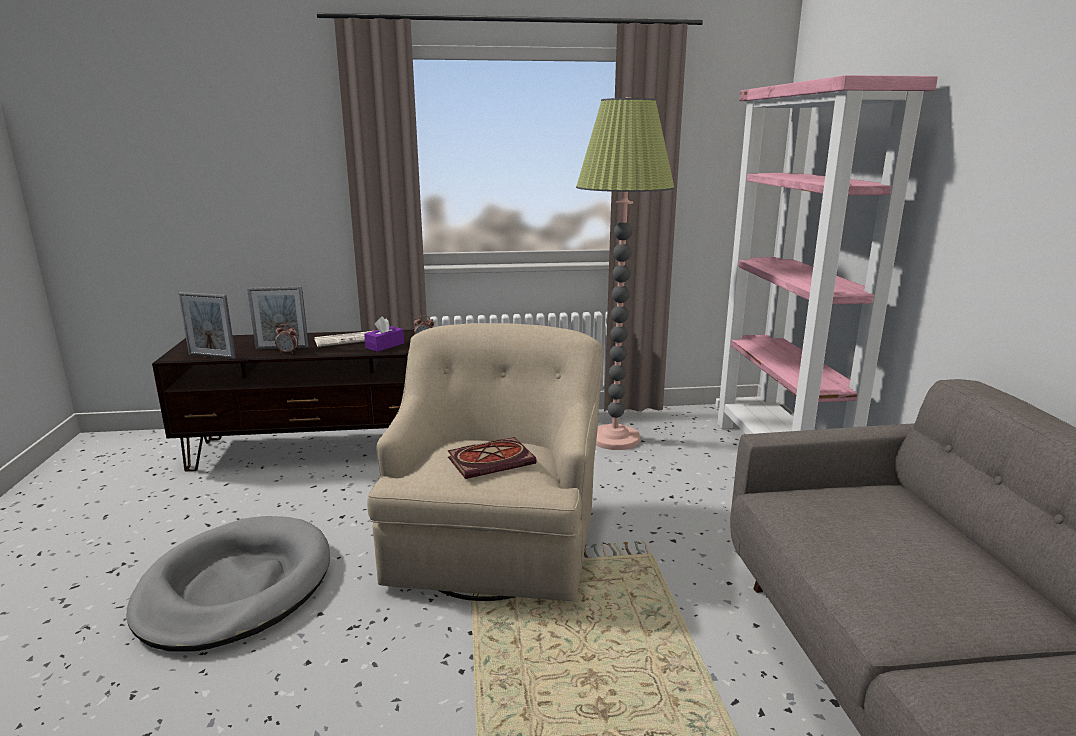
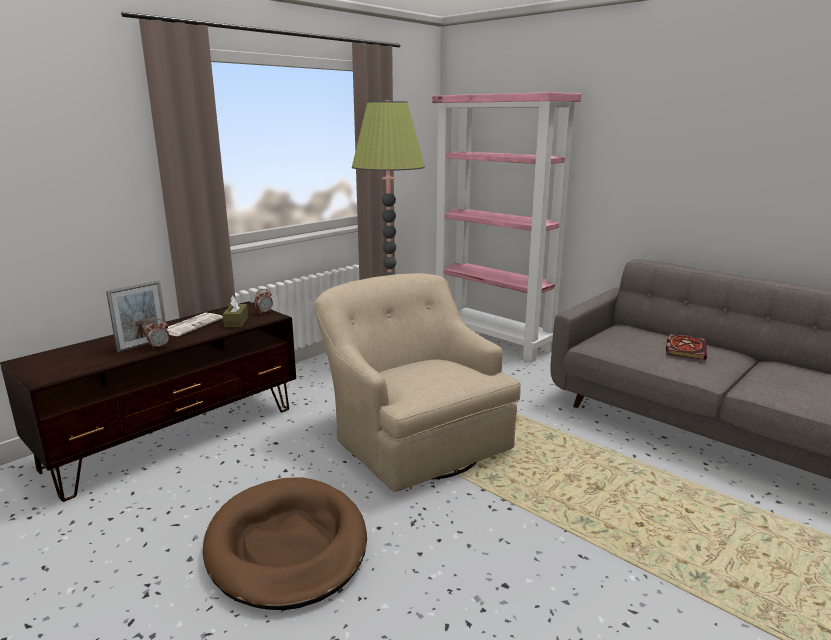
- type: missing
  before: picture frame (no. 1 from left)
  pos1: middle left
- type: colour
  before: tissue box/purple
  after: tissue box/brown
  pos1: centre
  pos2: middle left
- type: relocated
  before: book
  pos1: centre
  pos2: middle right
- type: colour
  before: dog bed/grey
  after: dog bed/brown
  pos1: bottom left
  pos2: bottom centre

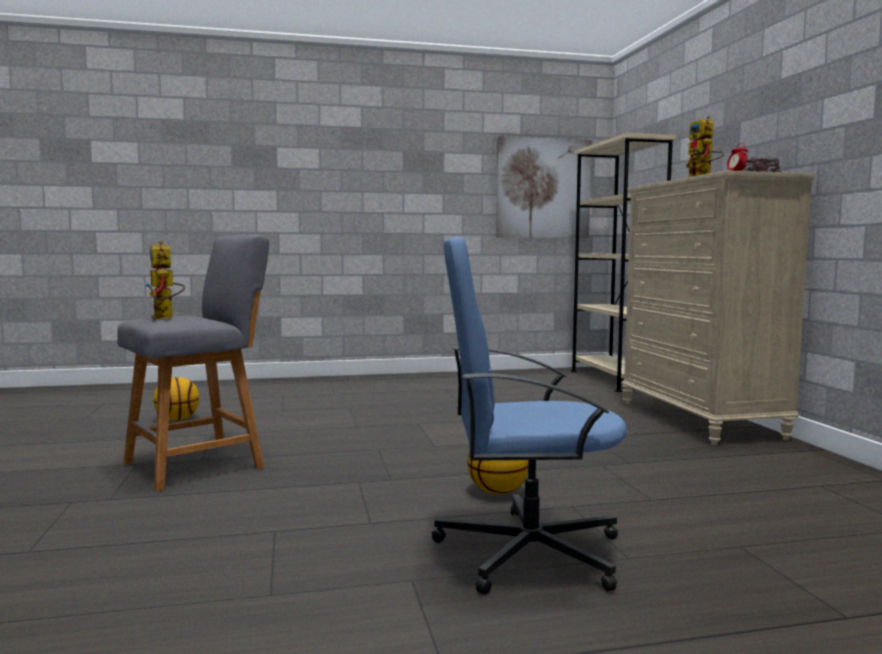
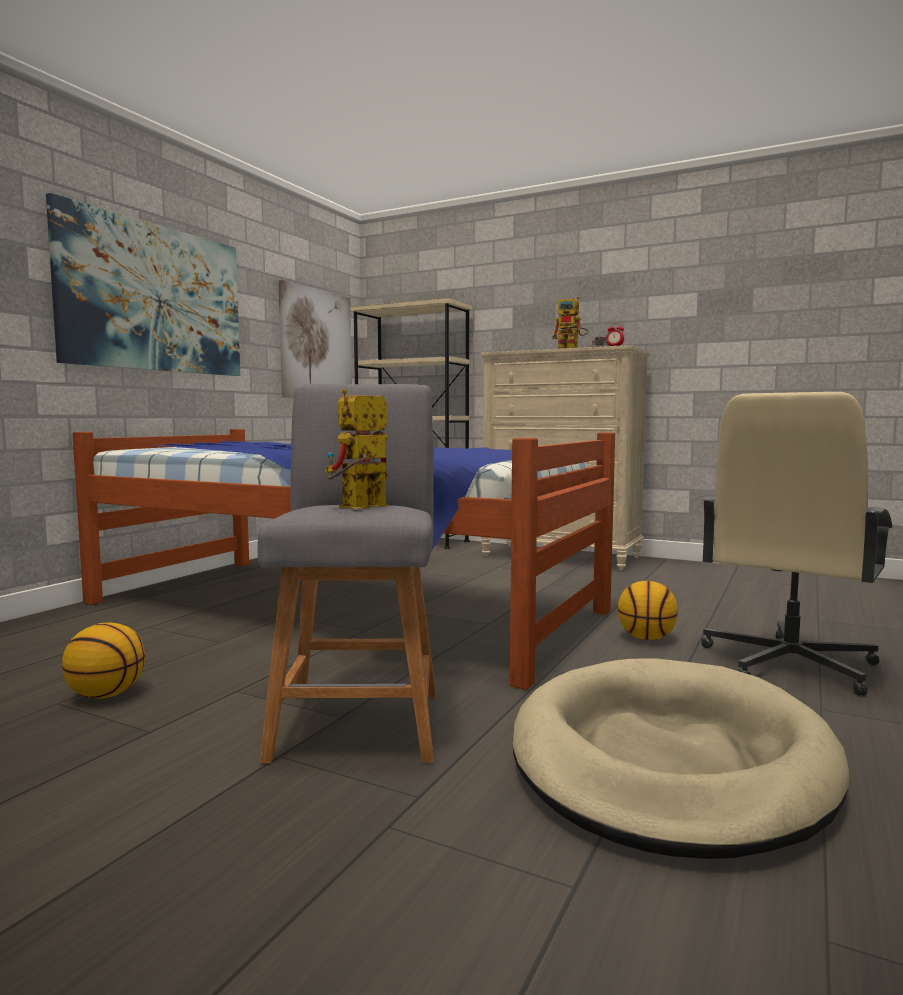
- type: colour
  before: office chair/blue
  after: office chair/beige
  pos1: centre
  pos2: middle right
- type: spun
  before: toy robot (no. 1 from left)
  pos1: middle left
  pos2: centre
  turn: 120
- type: appeared
  after: picture (no. 1 from left)
  pos2: top left
- type: appeared
  after: bed
  pos2: centre
- type: appeared
  after: dog bed/beige
  pos2: bottom right

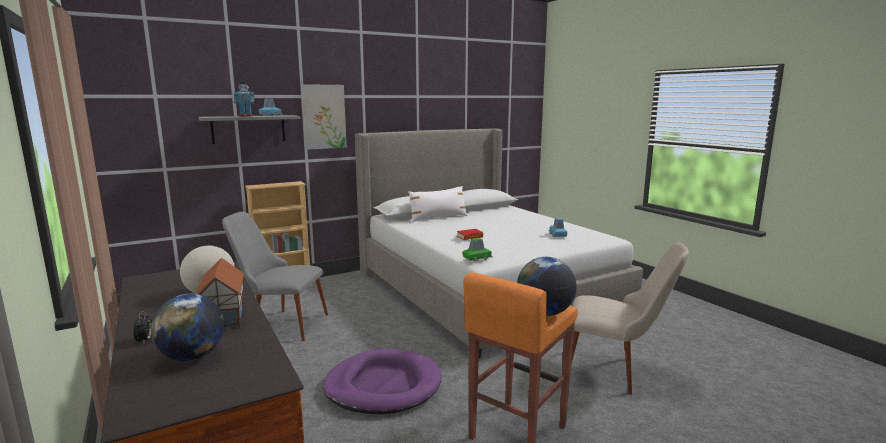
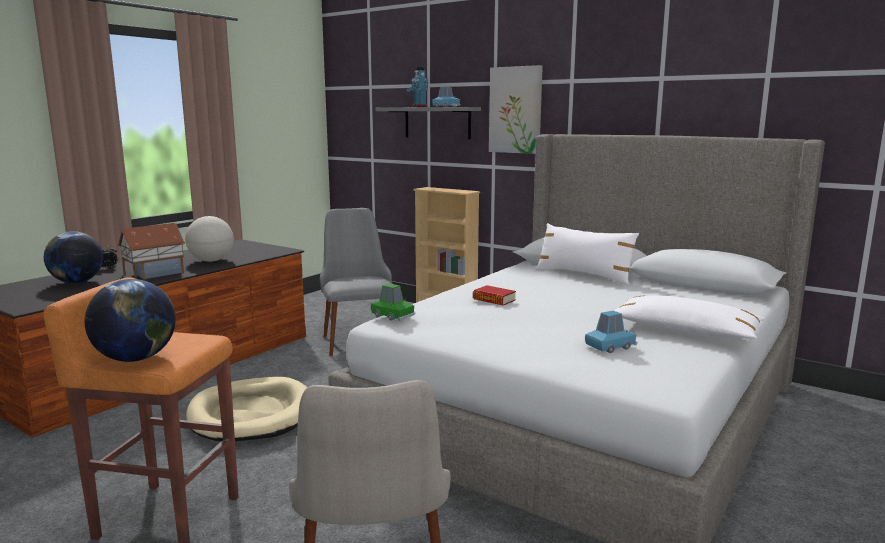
- type: colour
  before: dog bed/purple
  after: dog bed/beige
  pos1: bottom centre
  pos2: bottom left
- type: appeared
  after: pillow/white (no. 2 from left)
  pos2: middle right

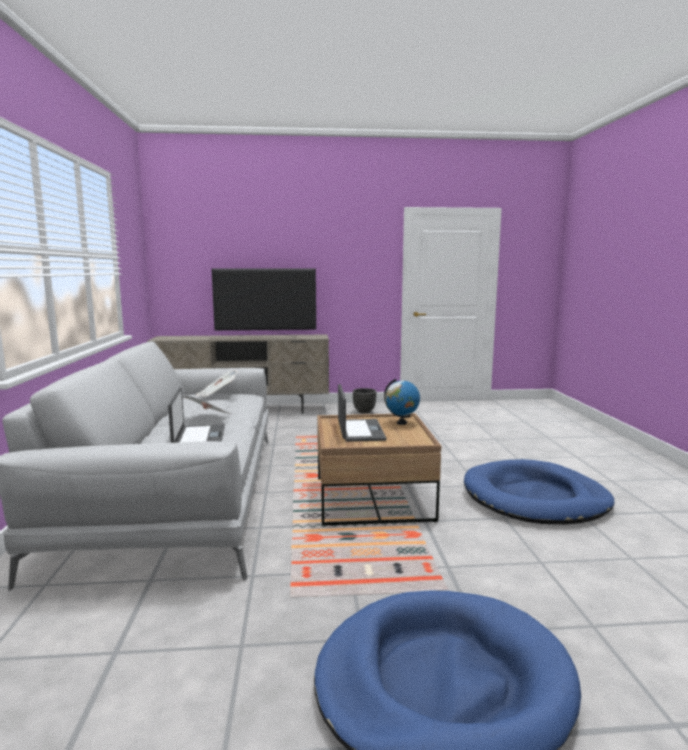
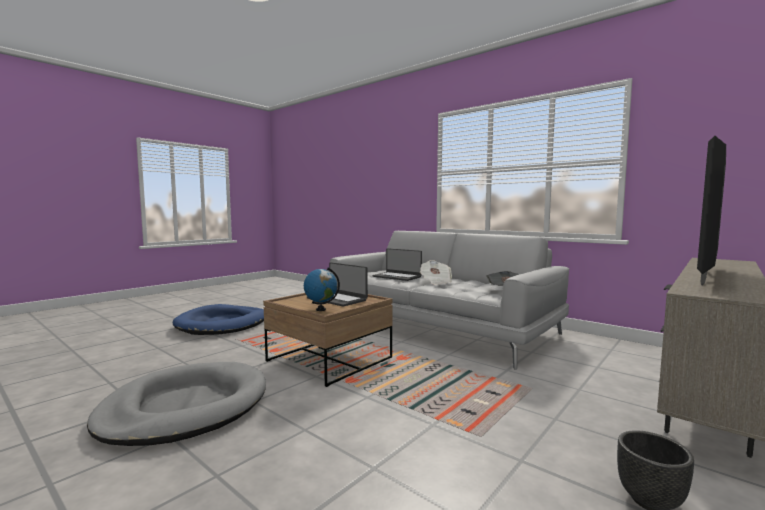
- type: colour
  before: dog bed/blue (no. 2 from left)
  after: dog bed/grey
  pos1: middle right
  pos2: bottom left

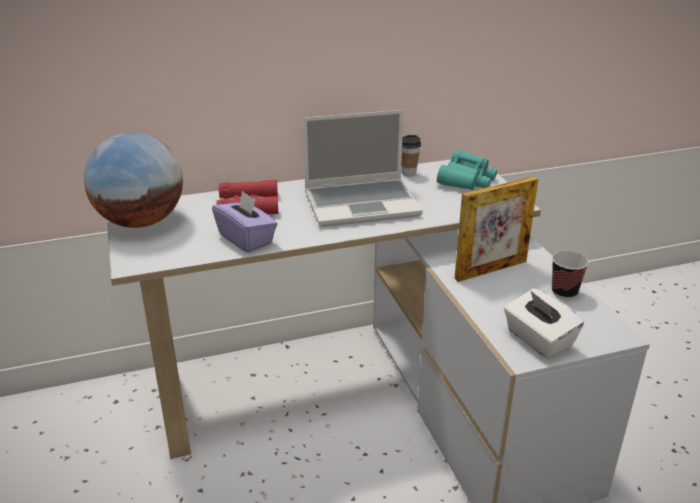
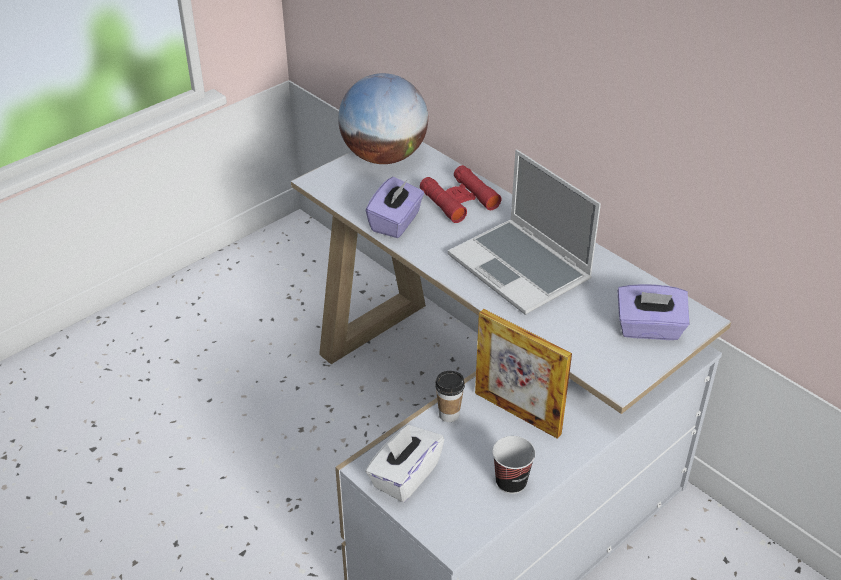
- type: relocated
  before: cup (no. 1 from left)
  pos1: top centre
  pos2: bottom centre
- type: exchanged
  before: binoculars/turquoise
  after: tissue box/purple (no. 2 from left)
  pos1: middle right
  pos2: middle right

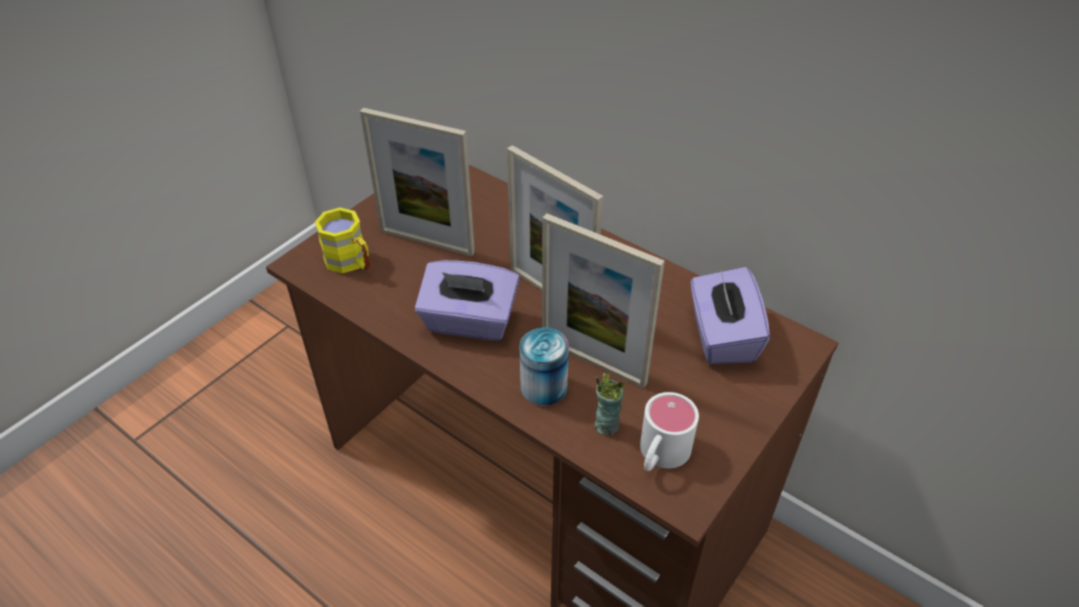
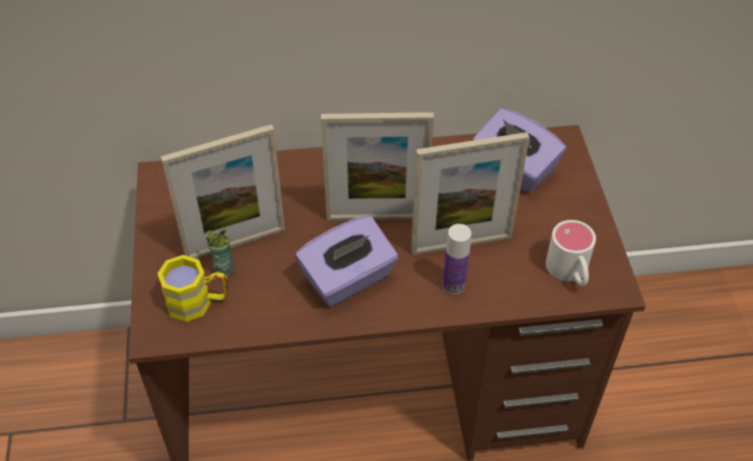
- type: exchanged
  before: can
  after: bottle
  pos1: centre
  pos2: centre
- type: relocated
  before: cup
  pos1: centre
  pos2: middle left

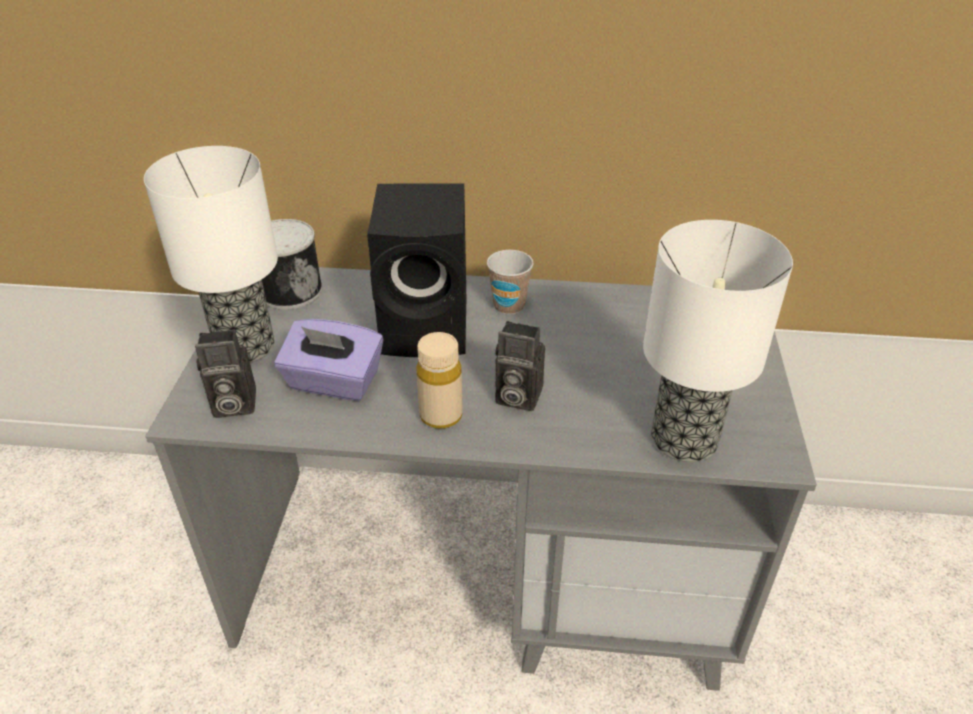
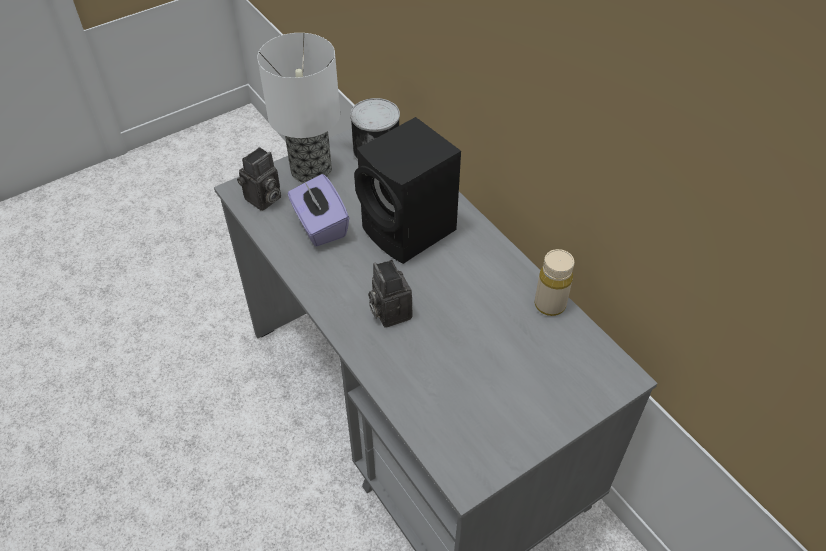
- type: missing
  before: table lamp (no. 2 from left)
  pos1: middle right
- type: missing
  before: cup
  pos1: centre
- type: spun
  before: photo camera (no. 1 from left)
  pos1: middle left
  pos2: top left
  turn: -90
- type: relocated
  before: bottle/beige
  pos1: centre
  pos2: middle right

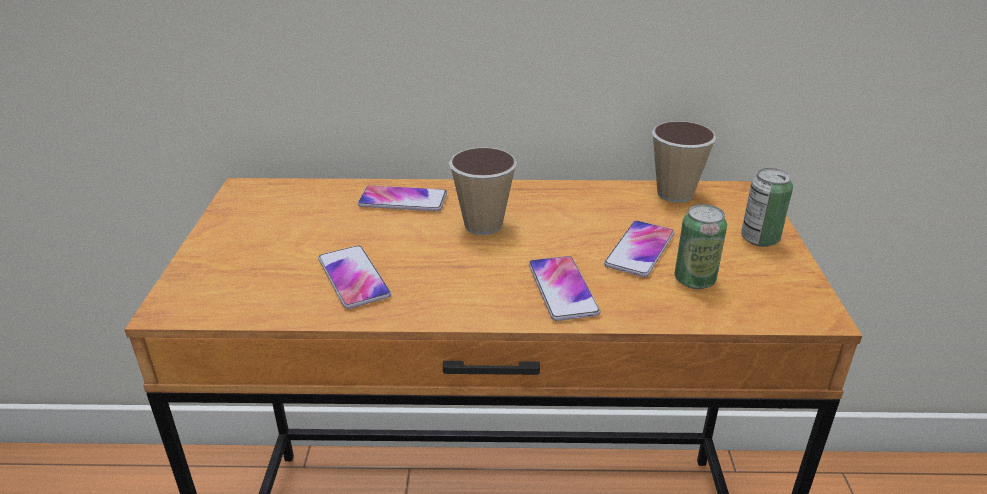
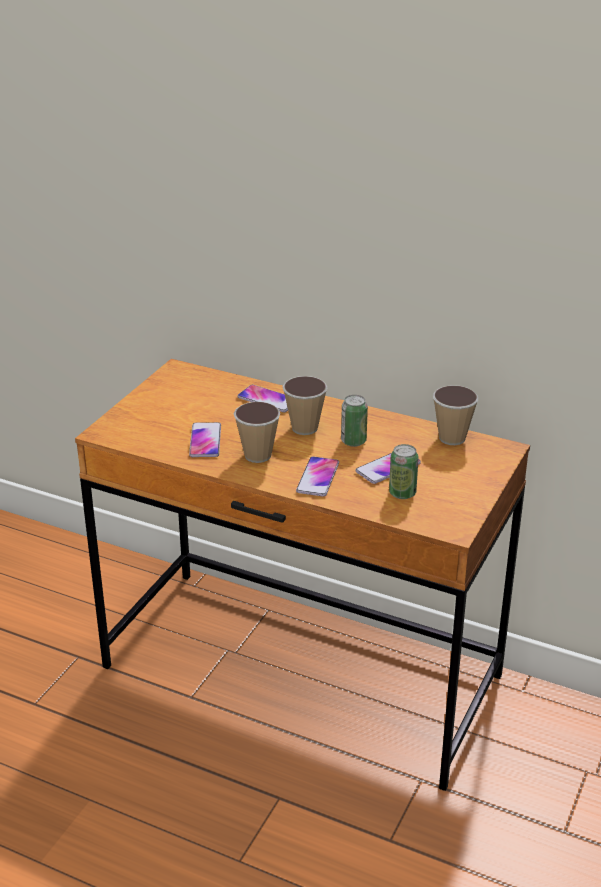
- type: relocated
  before: can (no. 2 from left in the first image)
  after: can (no. 1 from left)
  pos1: middle right
  pos2: centre
- type: appeared
  after: cup (no. 1 from left)
  pos2: centre

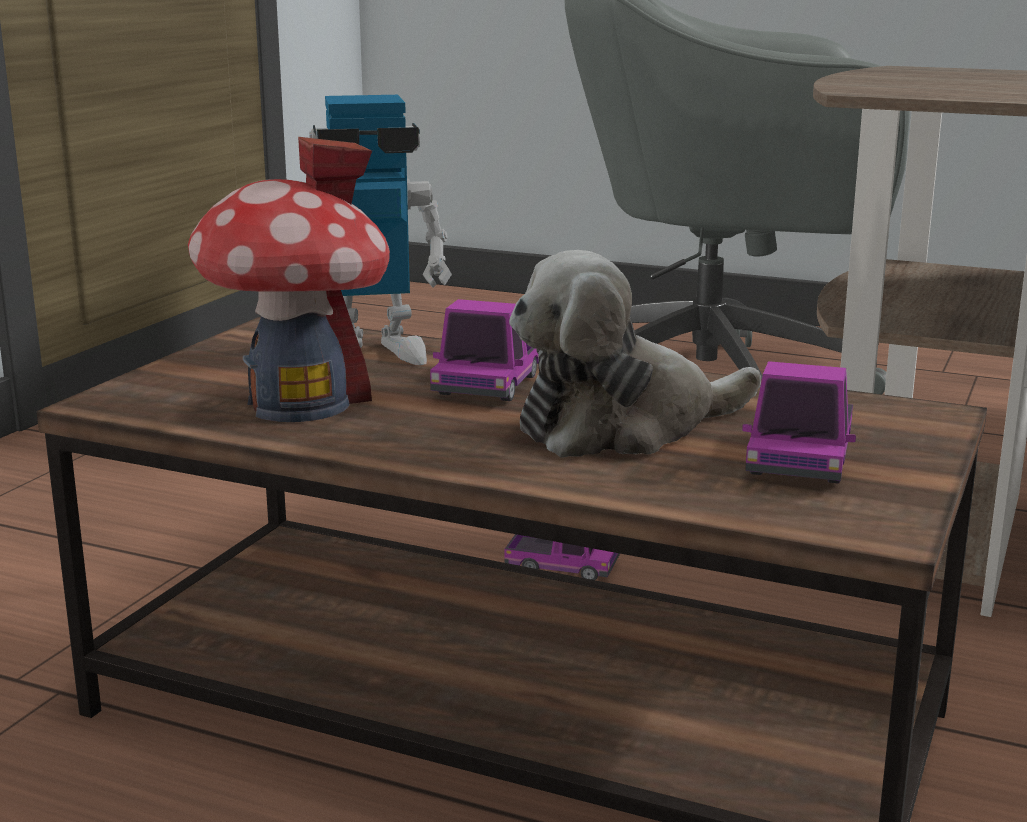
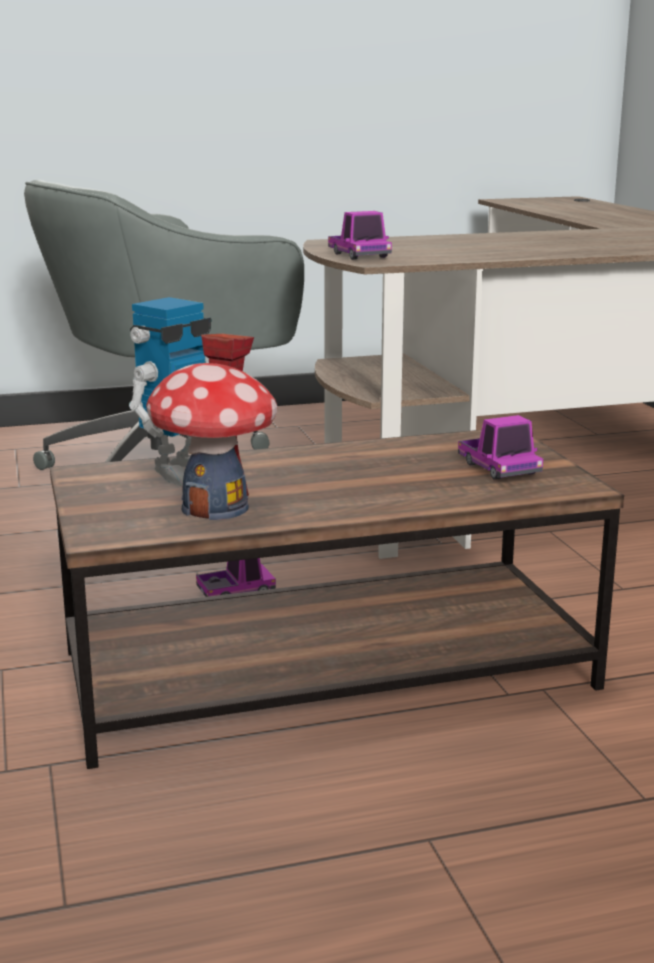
- type: missing
  before: plush toy
  pos1: centre
- type: relocated
  before: toy truck (no. 1 from left in the first image)
  after: toy truck (no. 2 from left)
  pos1: centre
  pos2: top centre

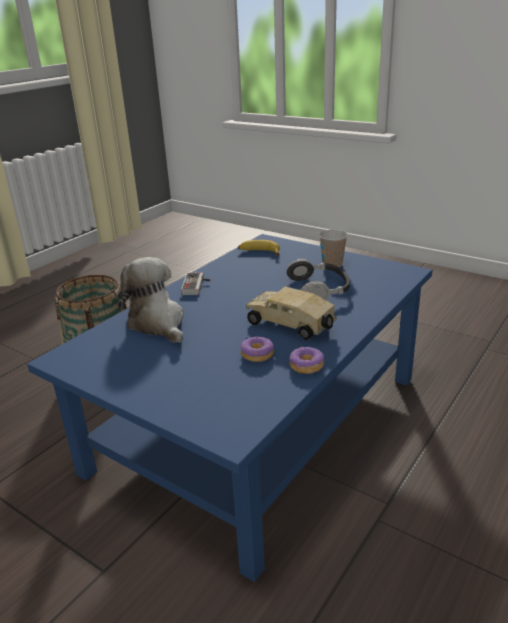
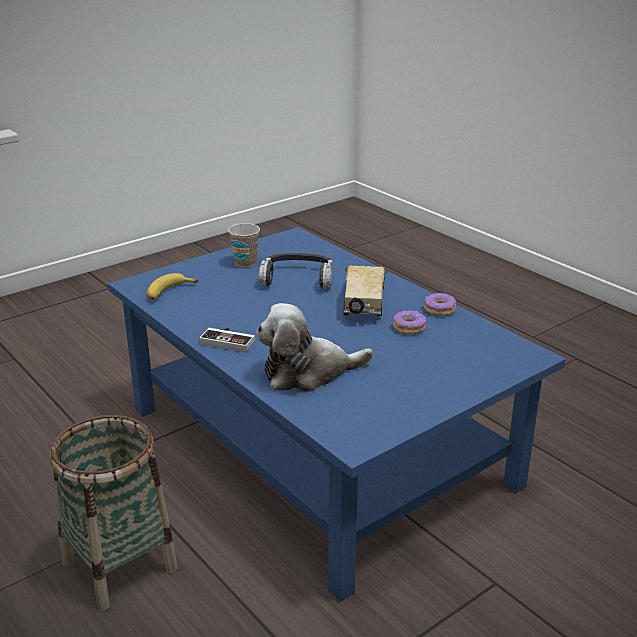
- type: spun
  before: toy truck
  pos1: centre
  pos2: centre
  turn: 135

